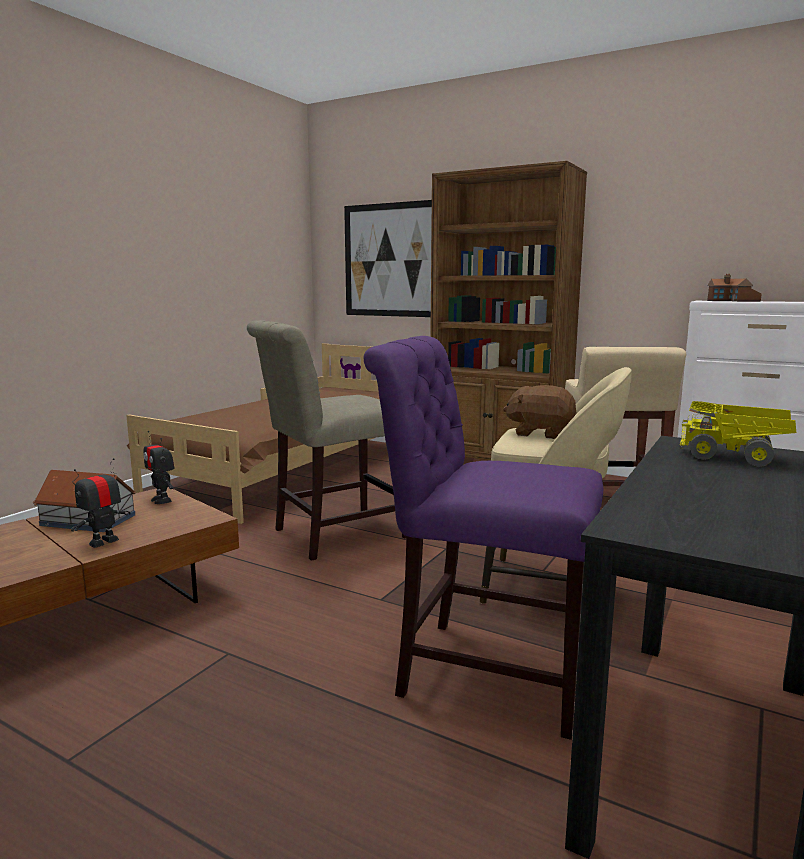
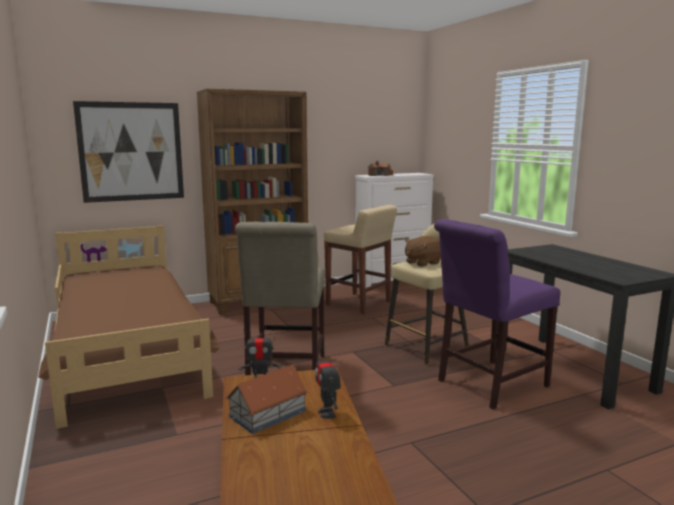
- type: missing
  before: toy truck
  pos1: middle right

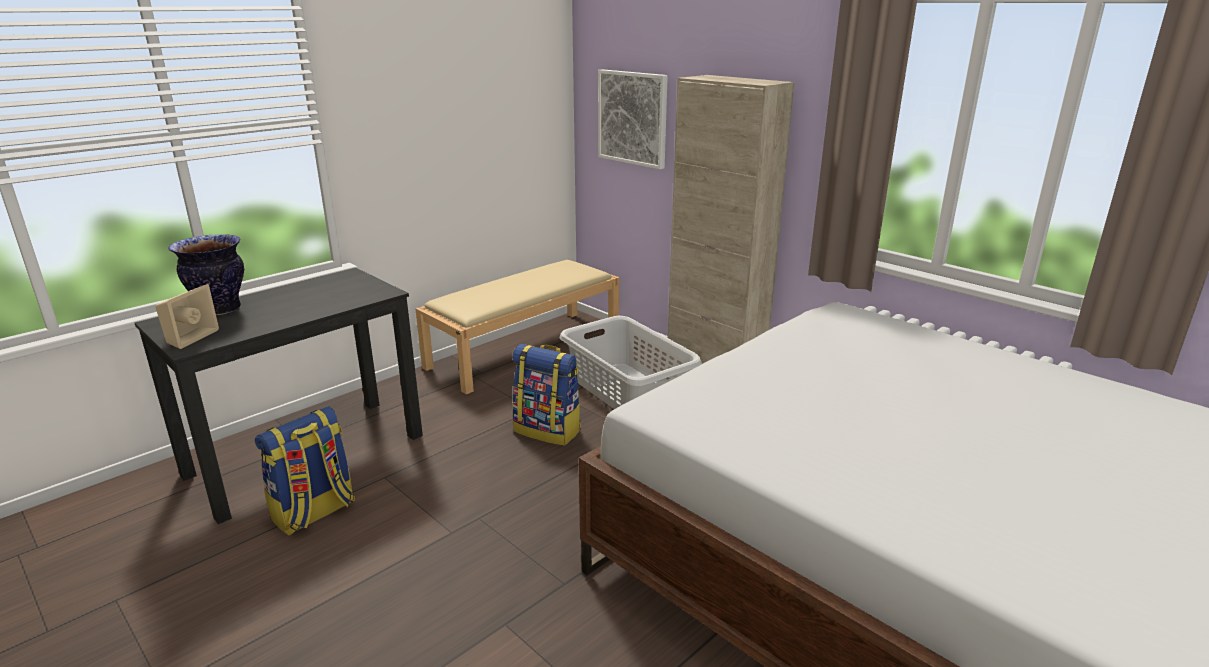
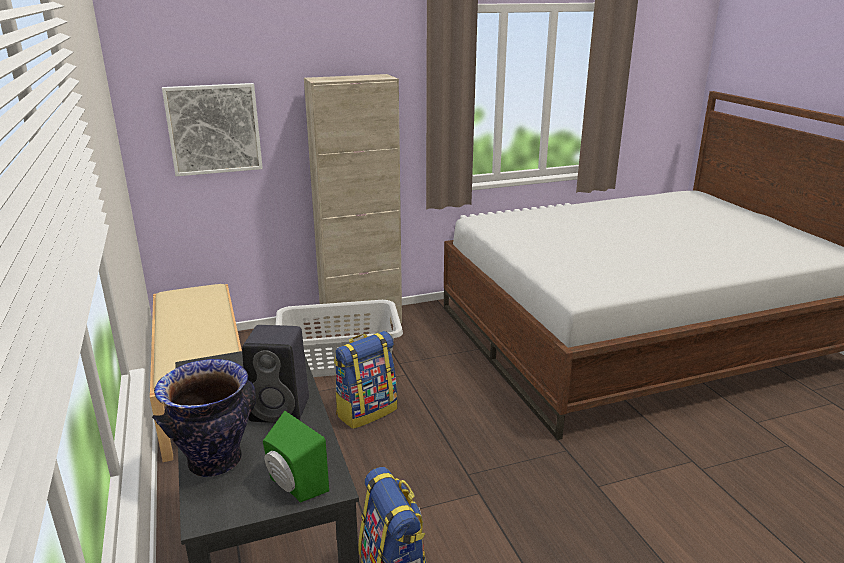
- type: colour
  before: speaker/beige
  after: speaker/green
  pos1: middle left
  pos2: bottom centre
- type: appeared
  after: speaker/black
  pos2: middle left

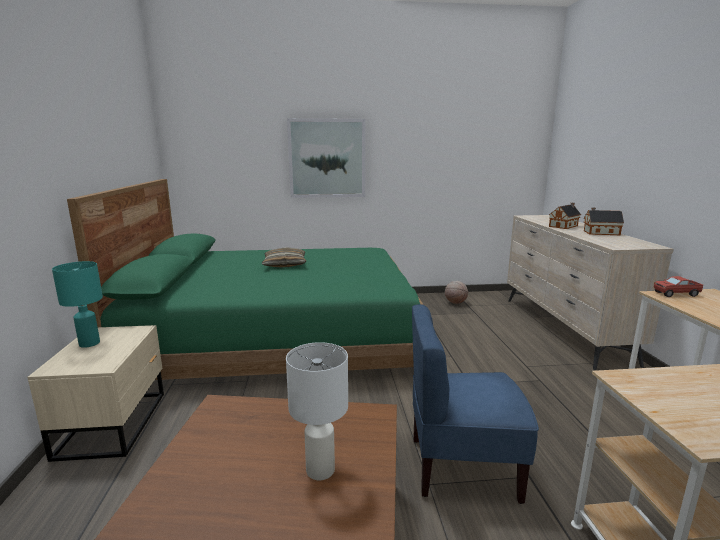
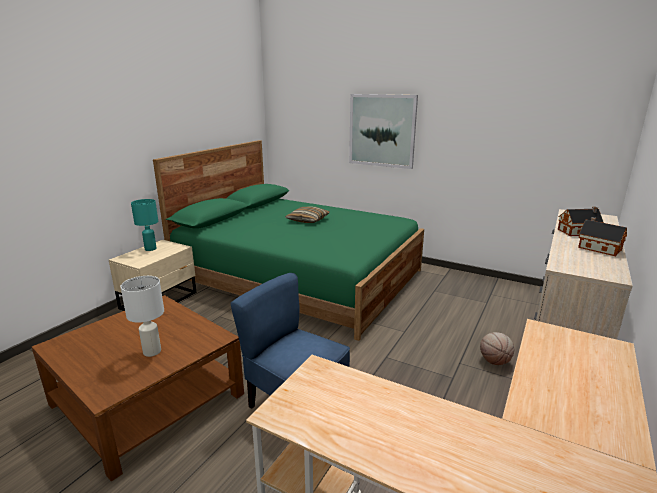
- type: missing
  before: toy truck
  pos1: middle right
- type: relocated
  before: basketball
  pos1: centre
  pos2: bottom right

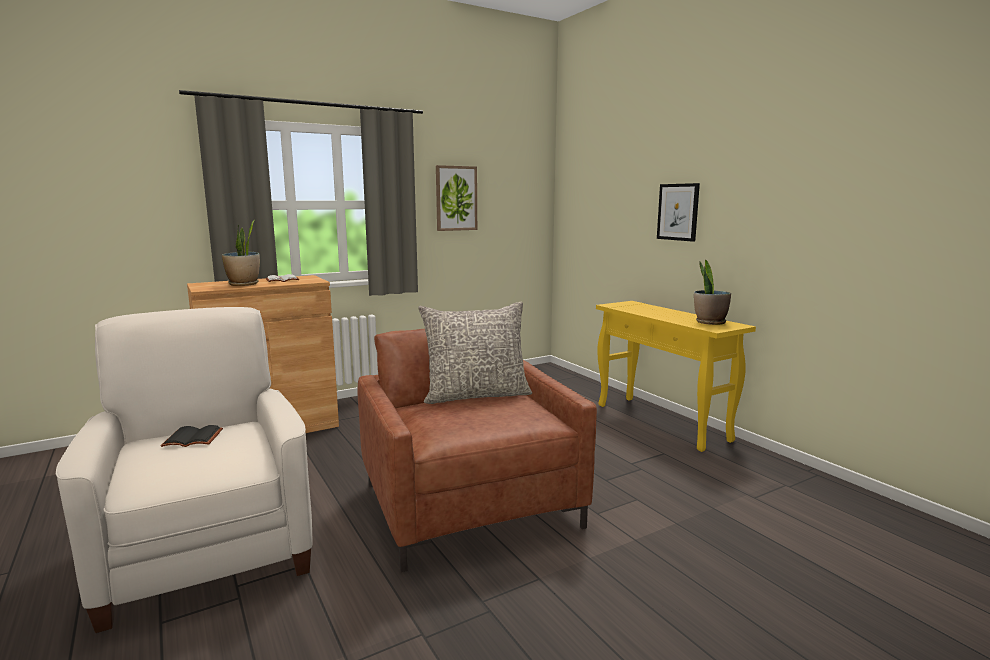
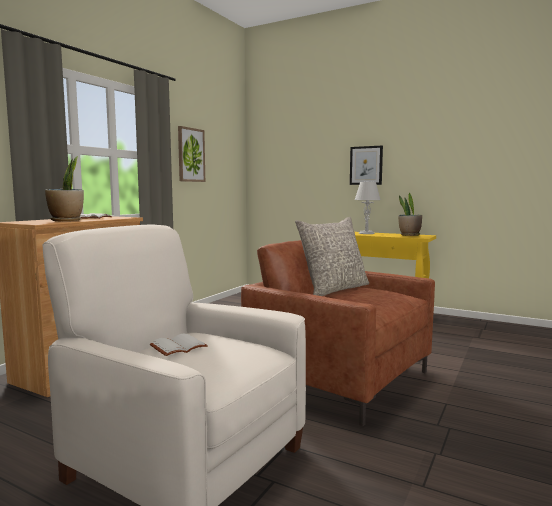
- type: colour
  before: book/black
  after: book/white (no. 2 from left)
  pos1: middle left
  pos2: bottom left
- type: appeared
  after: table lamp/grey
  pos2: middle right

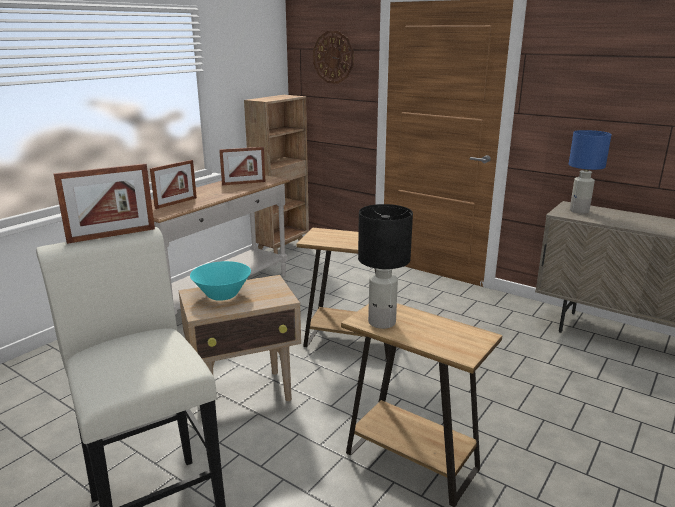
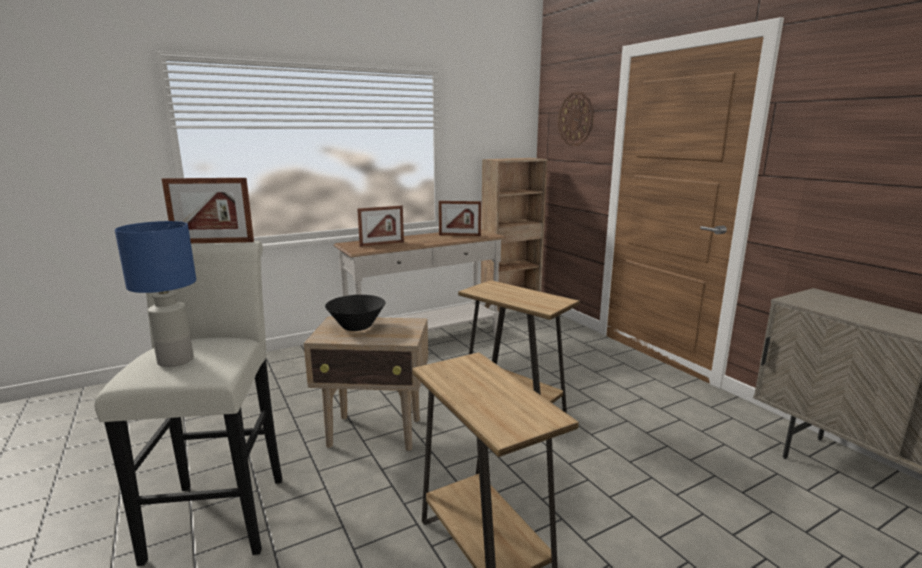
- type: relocated
  before: table lamp/blue
  pos1: middle right
  pos2: middle left
- type: missing
  before: table lamp/black
  pos1: centre
- type: colour
  before: bowl/turquoise
  after: bowl/black
  pos1: middle left
  pos2: centre

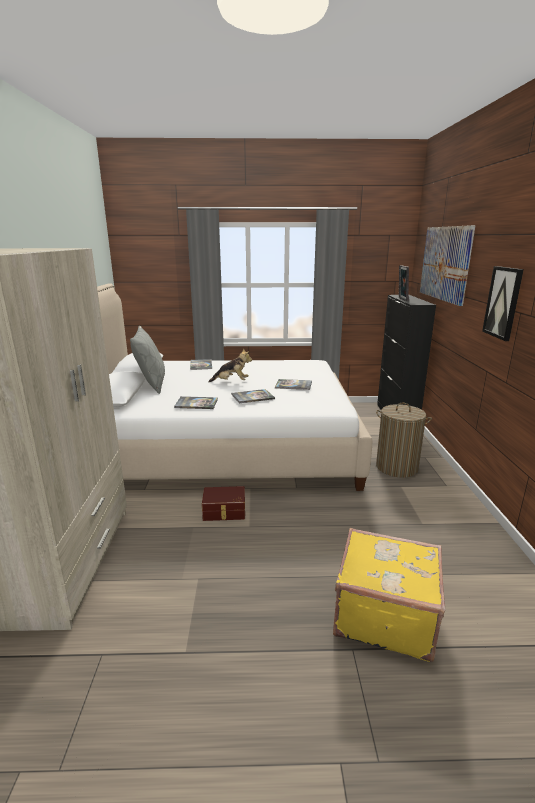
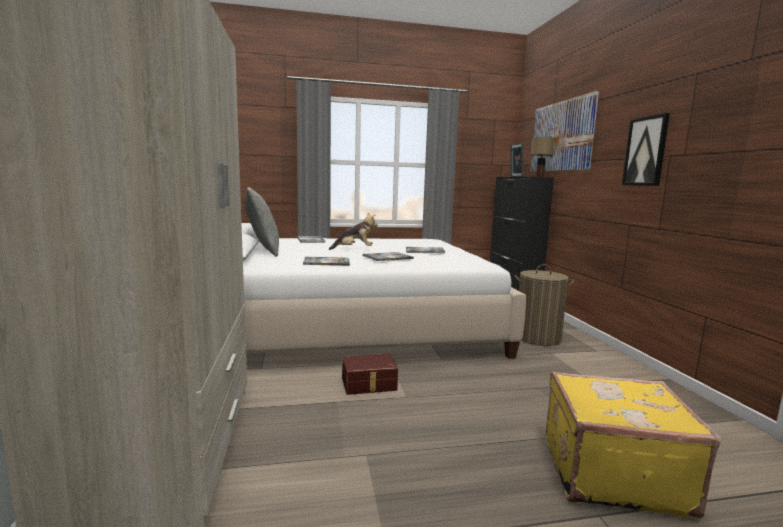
- type: appeared
  after: table lamp
  pos2: top right

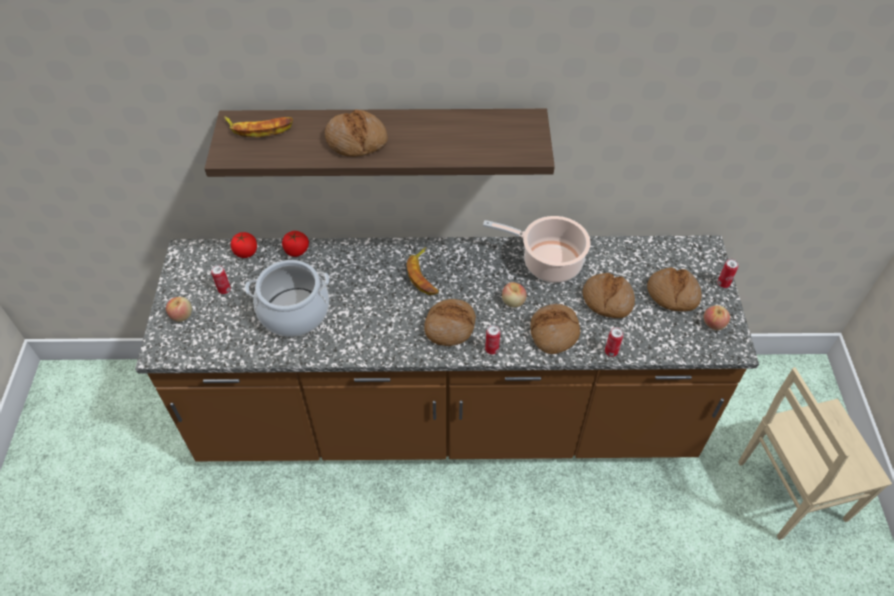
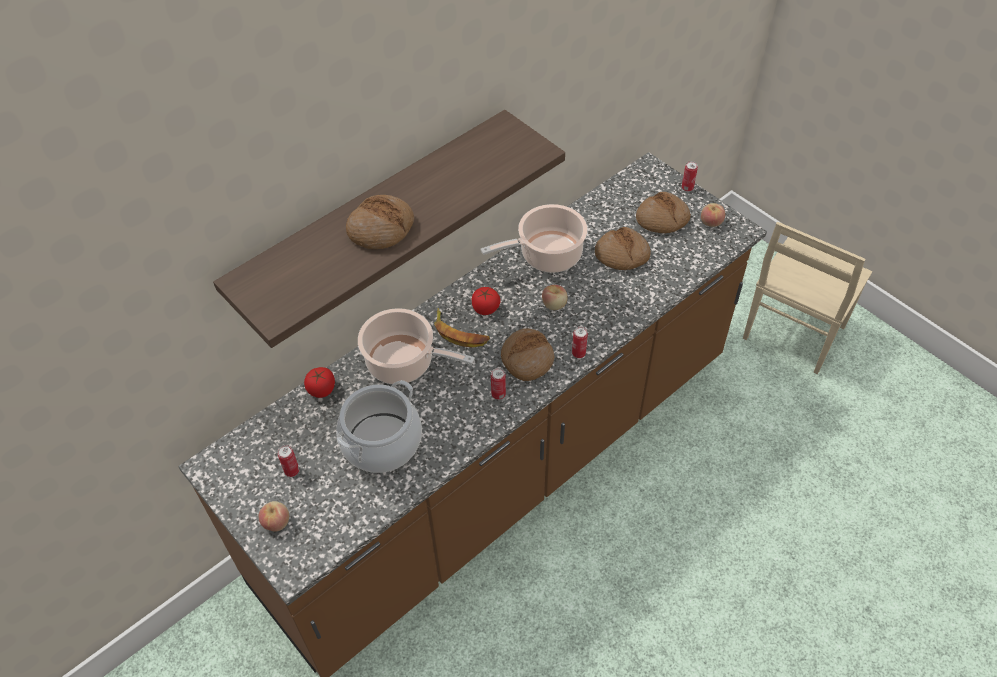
- type: missing
  before: banana (no. 1 from left)
  pos1: top left
- type: relocated
  before: tomato (no. 1 from left in the first image)
  after: tomato (no. 2 from left)
  pos1: middle left
  pos2: centre
- type: missing
  before: bread (no. 3 from left)
  pos1: centre
- type: relocated
  before: can (no. 3 from left in the first image)
  after: can (no. 2 from left)
  pos1: middle right
  pos2: centre
- type: appeared
  after: cooking pot (no. 2 from left)
  pos2: centre

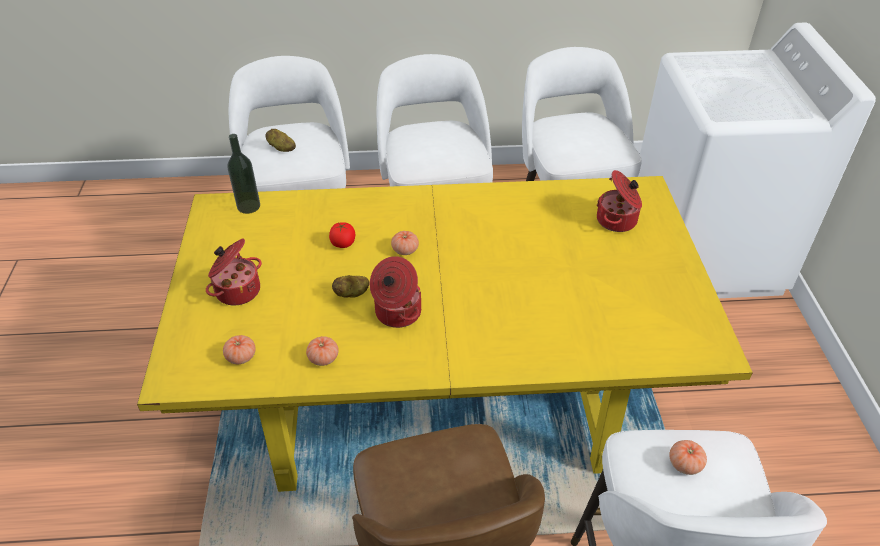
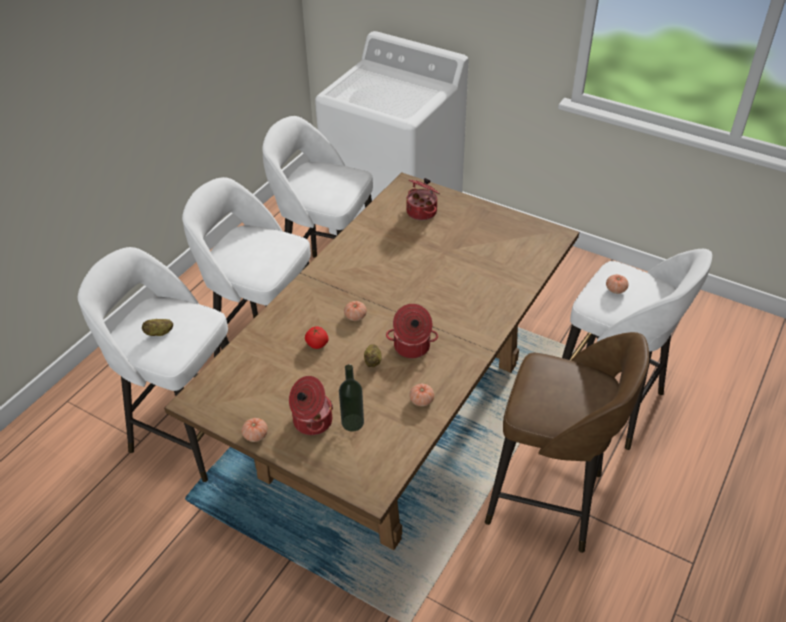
- type: relocated
  before: bottle
  pos1: top left
  pos2: centre
- type: colour
  before: dining table/yellow
  after: dining table/brown
  pos1: centre
  pos2: centre
- type: relocated
  before: tomato (no. 1 from left)
  pos1: middle left
  pos2: bottom left

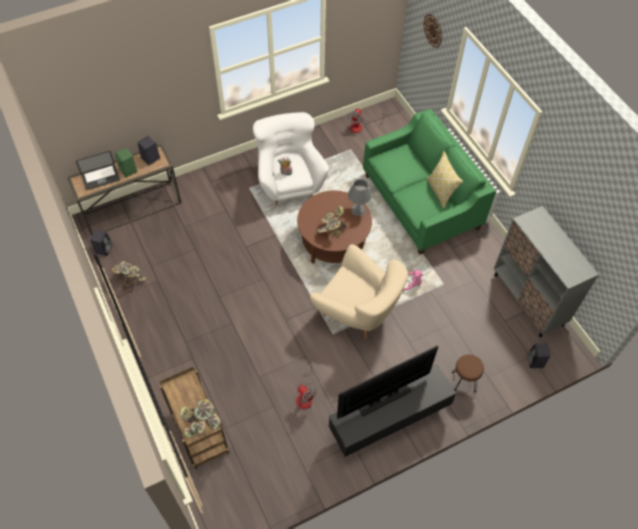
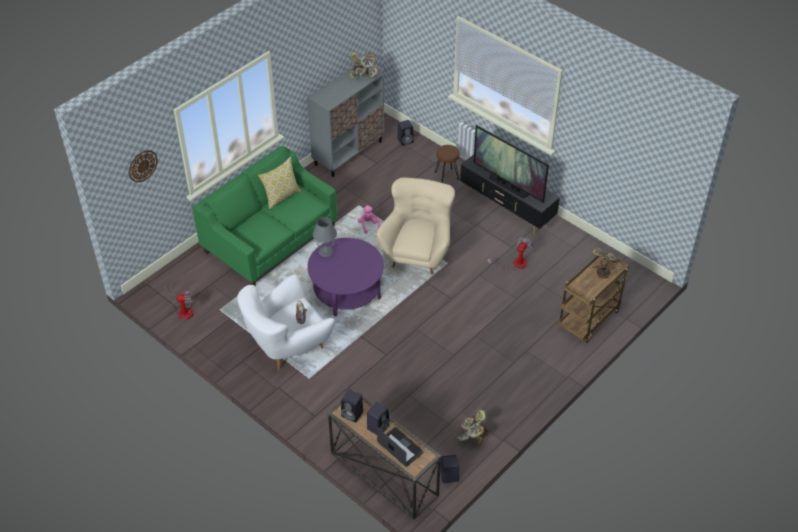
- type: colour
  before: speaker/green
  after: speaker/black (no. 2 from left)
  pos1: top left
  pos2: bottom centre
- type: colour
  before: coffee table/brown
  after: coffee table/purple
  pos1: centre
  pos2: centre
- type: relocated
  before: potted plant (no. 3 from left in the first image)
  after: potted plant (no. 1 from left)
  pos1: centre
  pos2: top centre

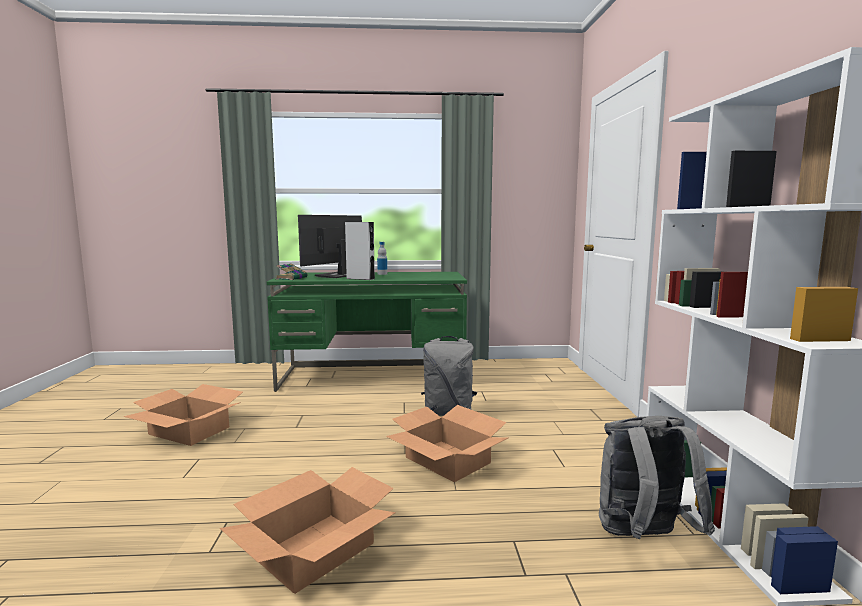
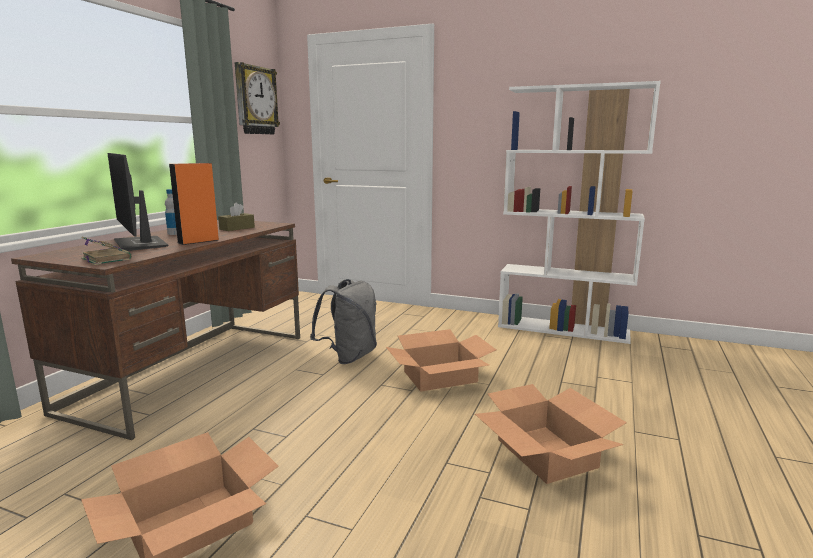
- type: colour
  before: speaker/grey
  after: speaker/orange
  pos1: centre
  pos2: middle left
- type: colour
  before: desk/green
  after: desk/brown
  pos1: centre
  pos2: middle left
- type: missing
  before: backpack/grey (no. 2 from left)
  pos1: bottom right
- type: appeared
  after: wall clock
  pos2: top left
- type: appeared
  after: tissue box/brown
  pos2: middle left

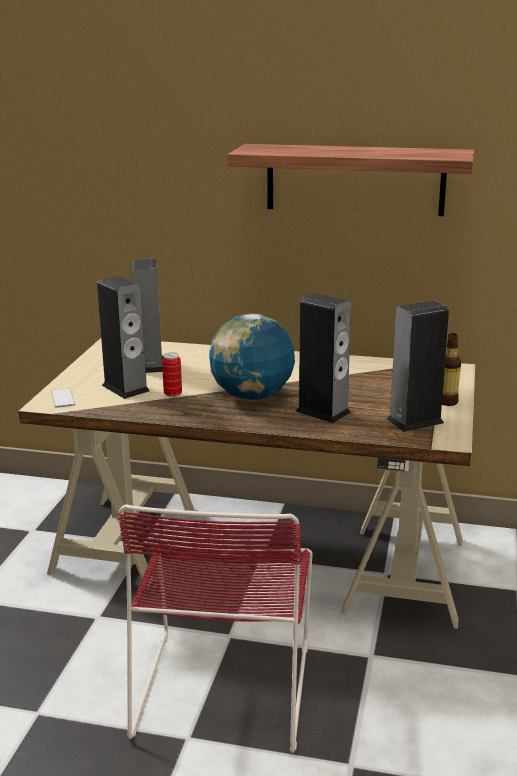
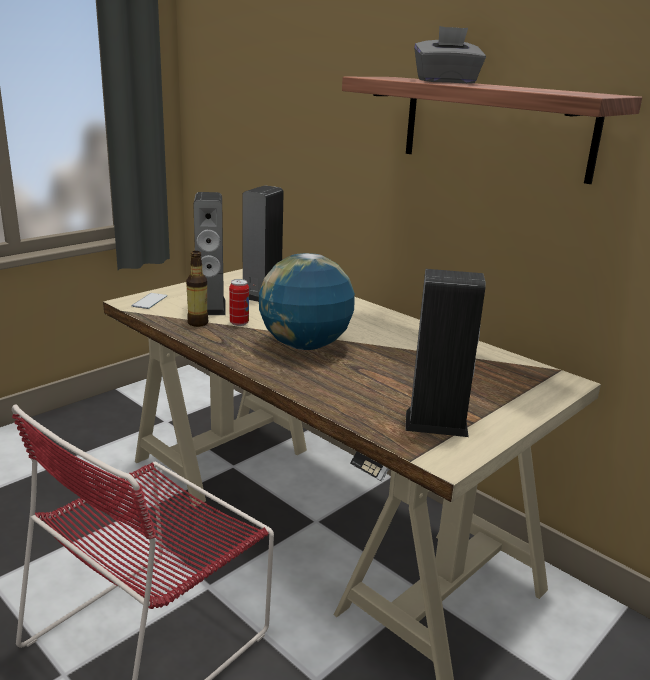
- type: missing
  before: speaker (no. 3 from left)
  pos1: centre
- type: relocated
  before: bottle
  pos1: middle right
  pos2: middle left
- type: appeared
  after: tissue box/grey
  pos2: top right

